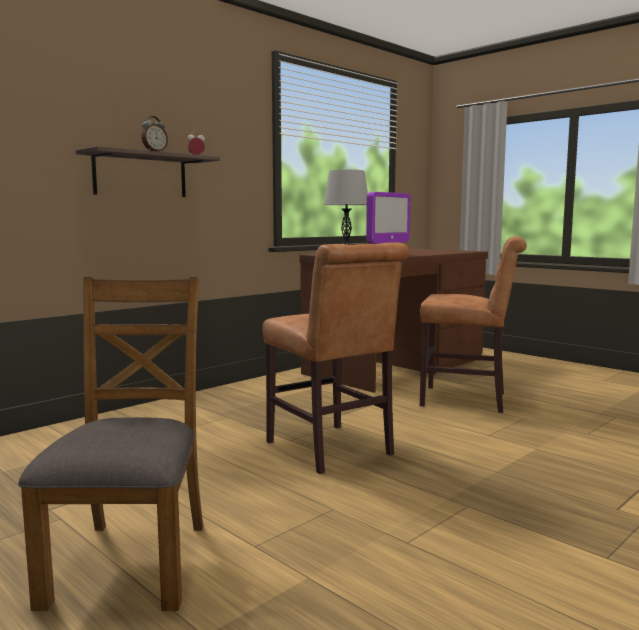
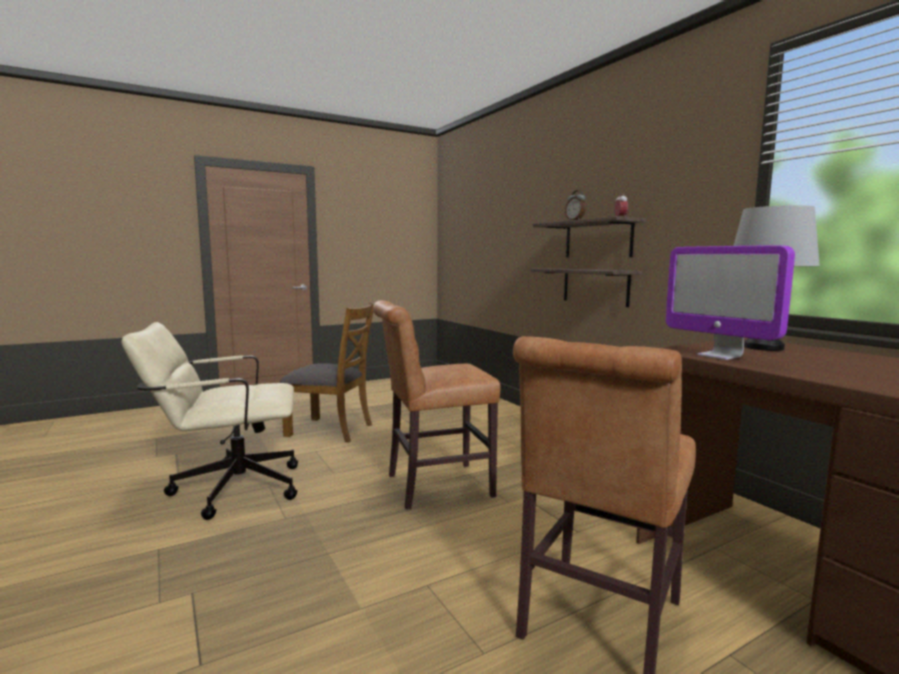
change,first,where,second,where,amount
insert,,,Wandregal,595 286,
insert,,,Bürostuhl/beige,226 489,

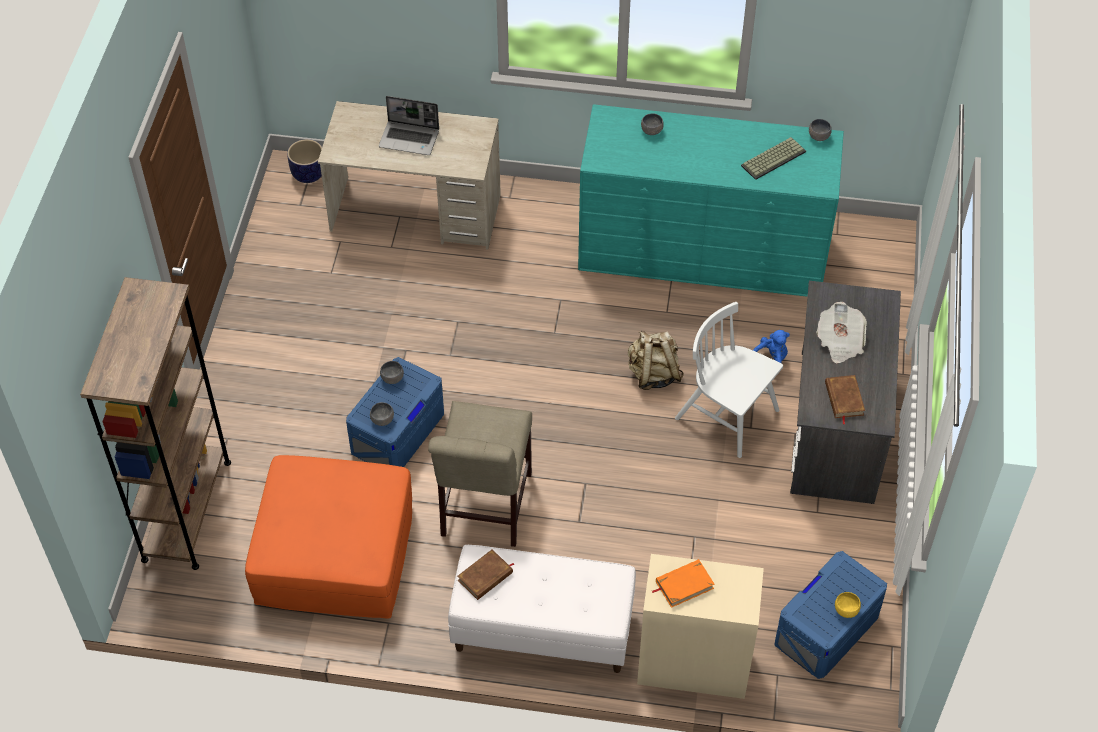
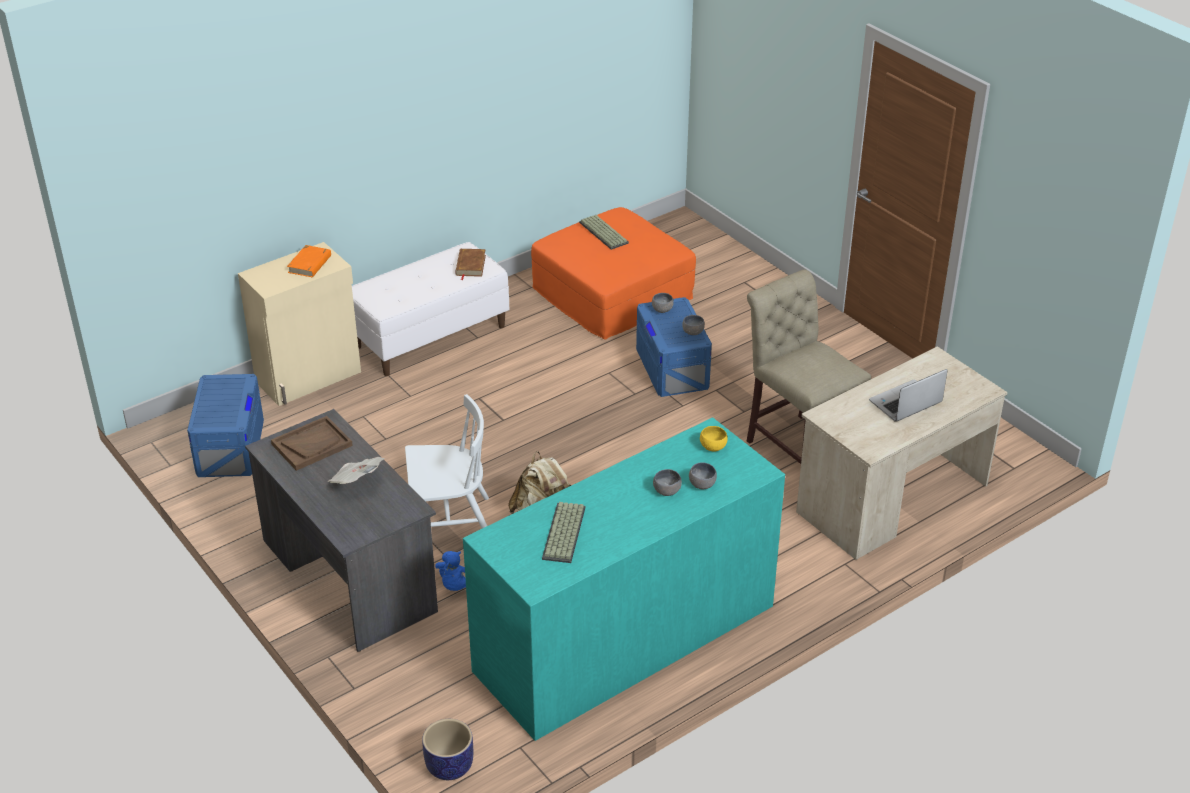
change,first,where,second,where,amount
move,Schüssel/grau,819 137,,666 492,
move,Pflanzkübel,308 174,,450 767,
delete,Bücherregal/braun,187 510,,,
replace,Buch/braun,843 399,Tablett/braun,312 445,
move,Stuhl/beige,484 510,,798 446,
move,Schüssel/gelb,845 610,,714 447,
insert,,,Tastatur,602 233,

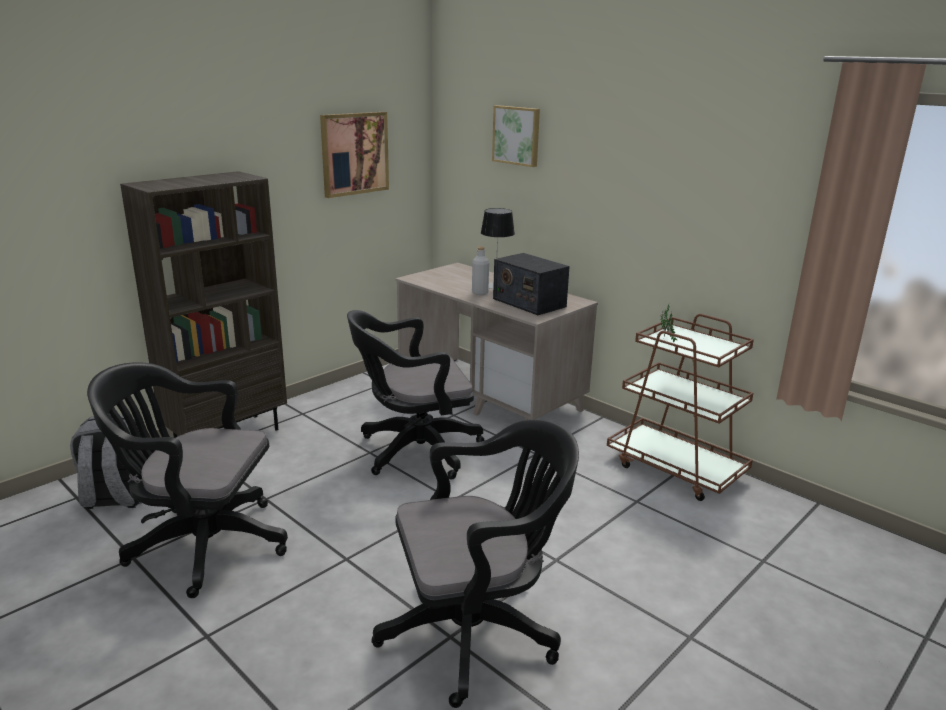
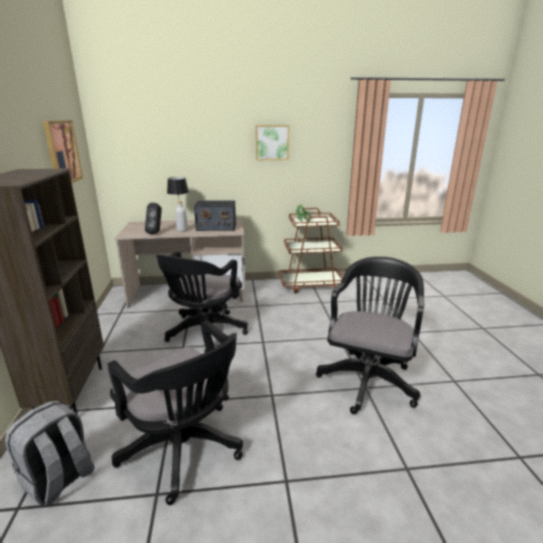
change,first,where,second,where,amount
move,Bild,517 135,,272 142,
rotate,Bürostuhl/schwarz,200 544,,185 451,90 degrees counterclockwise
insert,,,Lautsprecher/schwarz,156 232,

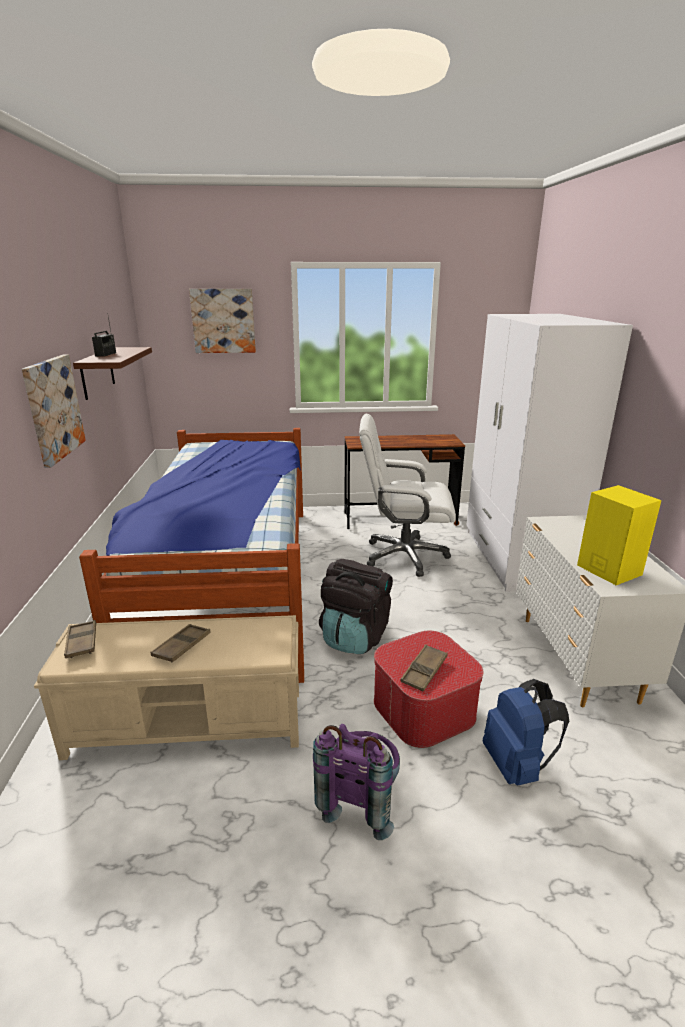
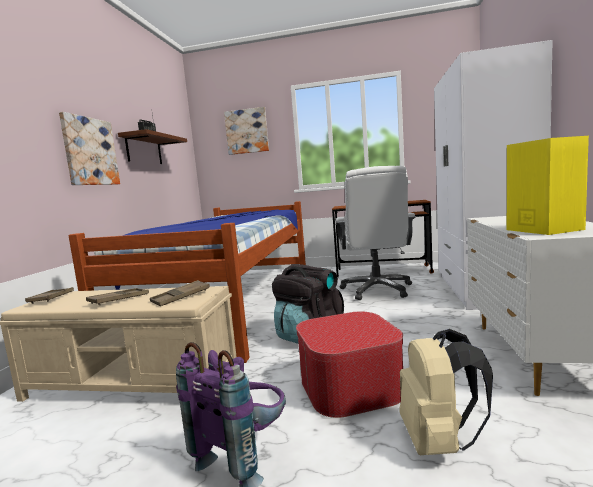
change,first,where,second,where,amount
rotate,Bürostuhl/weiß,404 555,,377 290,105 degrees counterclockwise
move,Tablett/braun,424 671,,181 297,
recolor,Rucksack/blau,517 765,Rucksack/beige,439 442,

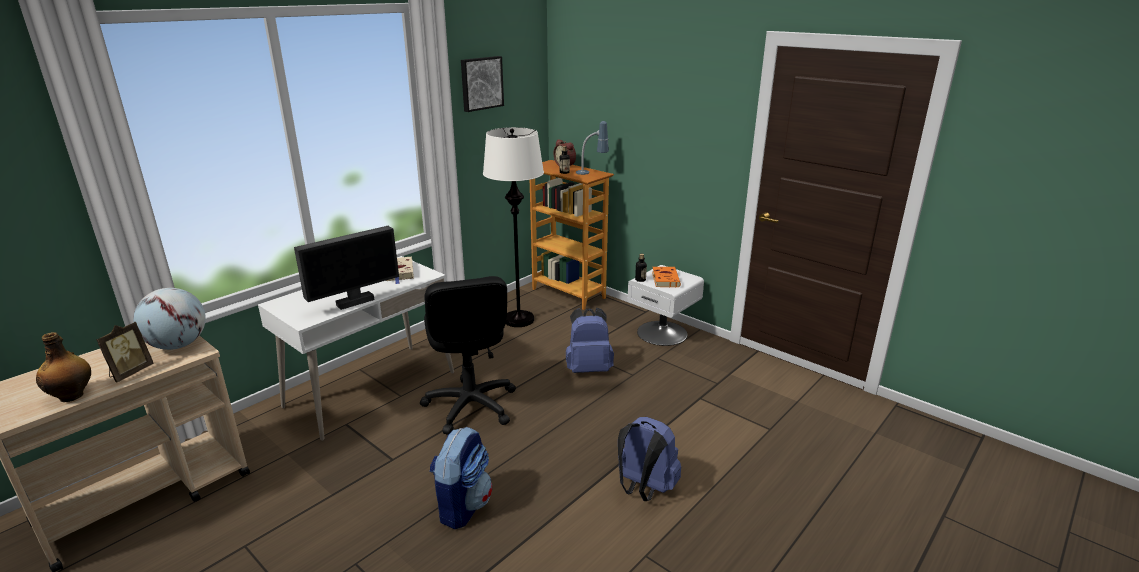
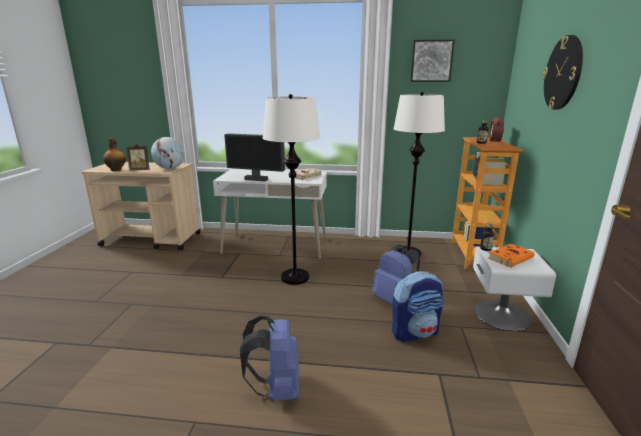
change,first,where,second,where,amount
delete,Tischlampe,591 173,,,
replace,Bürostuhl/schwarz,470 406,Stehlampe/weiß,294 277,
move,Rucksack,463 505,,415 332,
insert,,,Wanduhr,563 73,

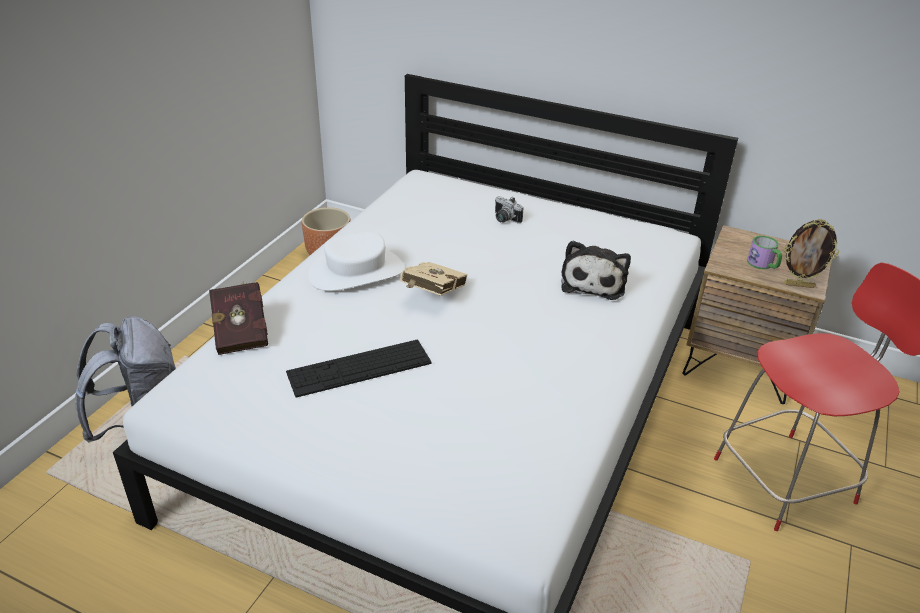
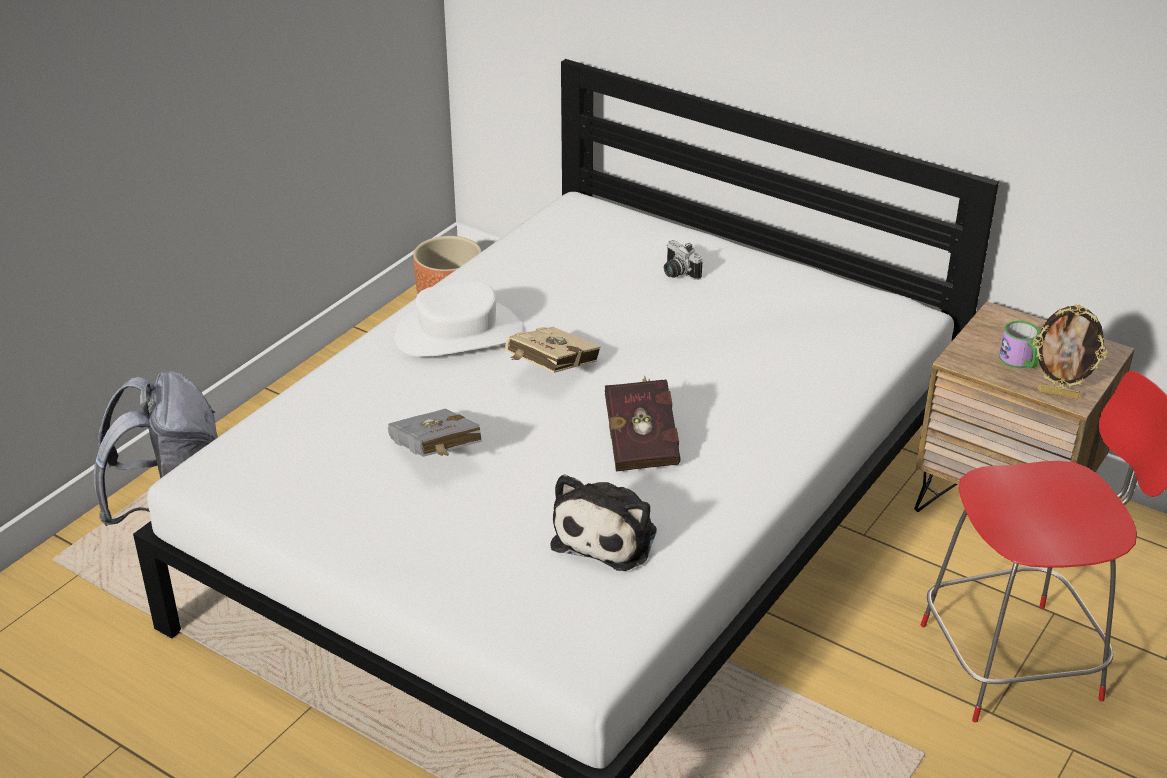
change,first,where,second,where,amount
move,Plüschtier,593 282,,608 536,
move,Buch/rot,242 331,,641 442,
replace,Tastatur,359 368,Buch/grau,436 456,

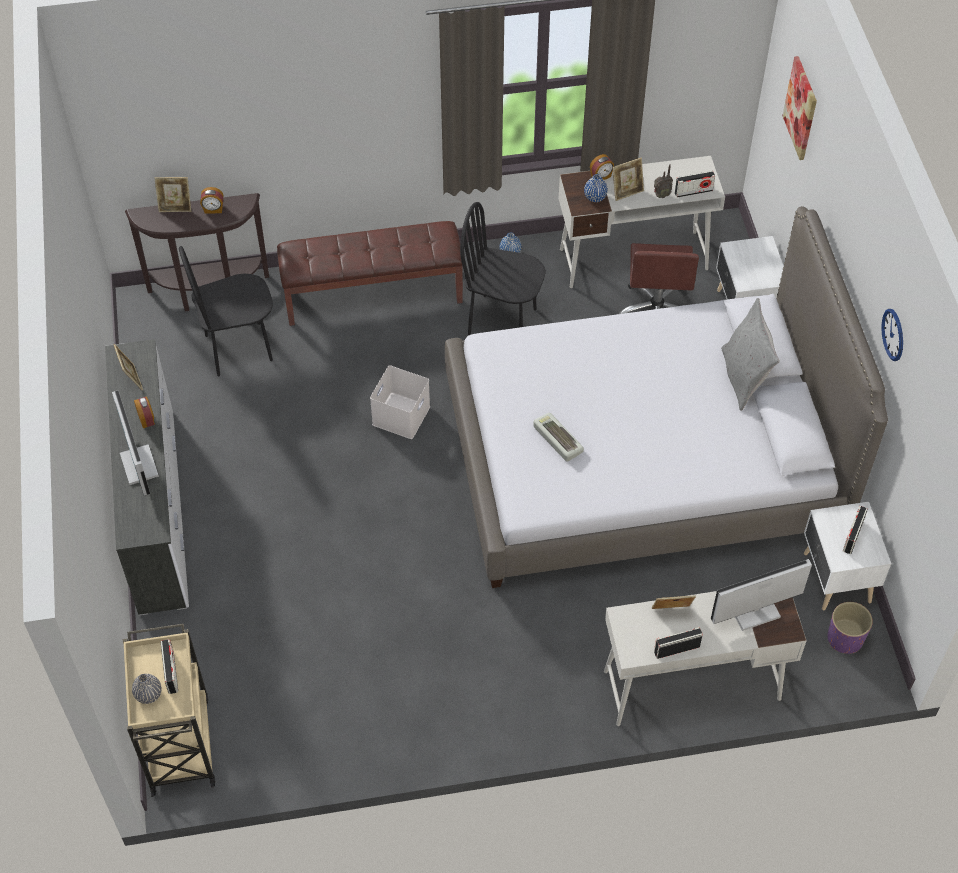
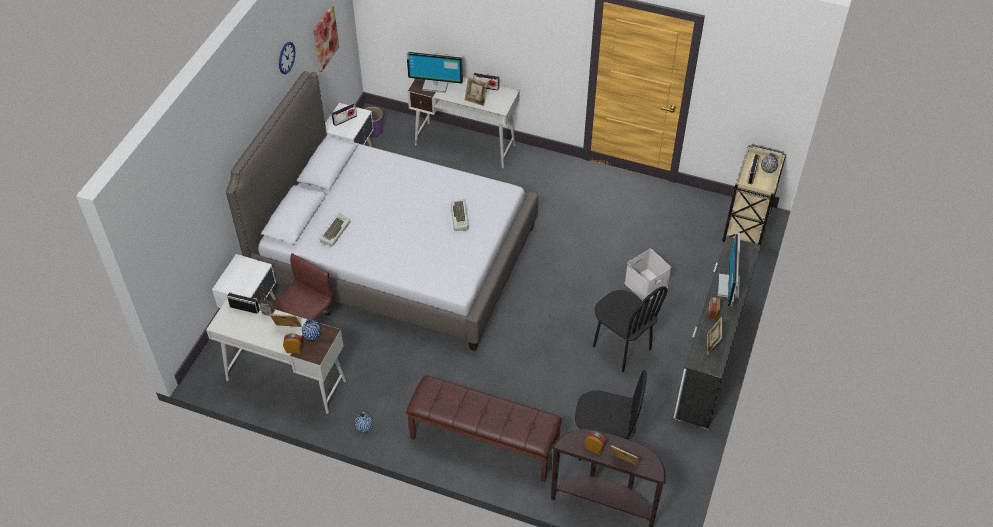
change,first,where,second,where,amount
move,Bild,801 108,,325 38,
move,Stuhl/schwarz,502 321,,621 348,
delete,Kissen/grau,744 377,,,
move,Aufbewahrungsbox/weiß,400 414,,646 286,
insert,,,Tastatur,334 231,

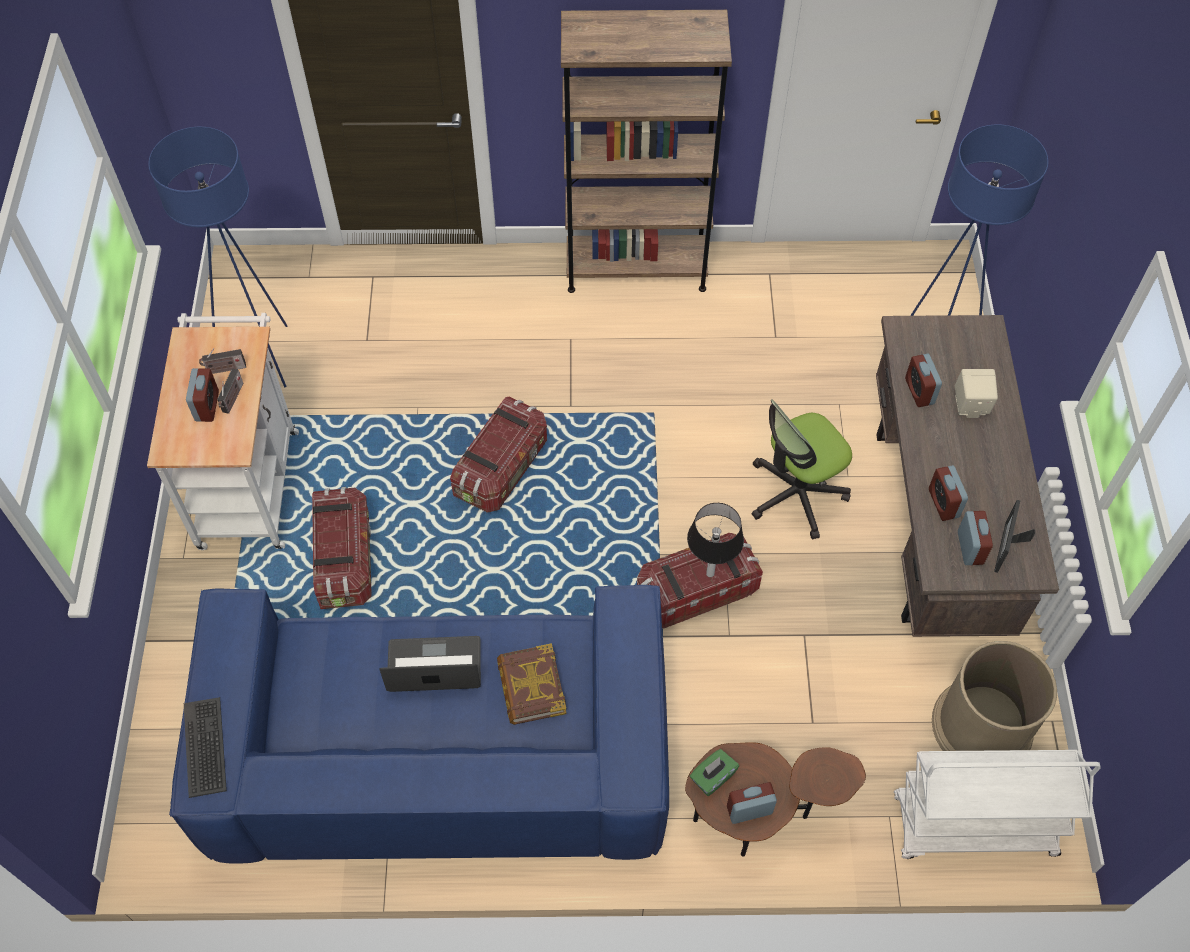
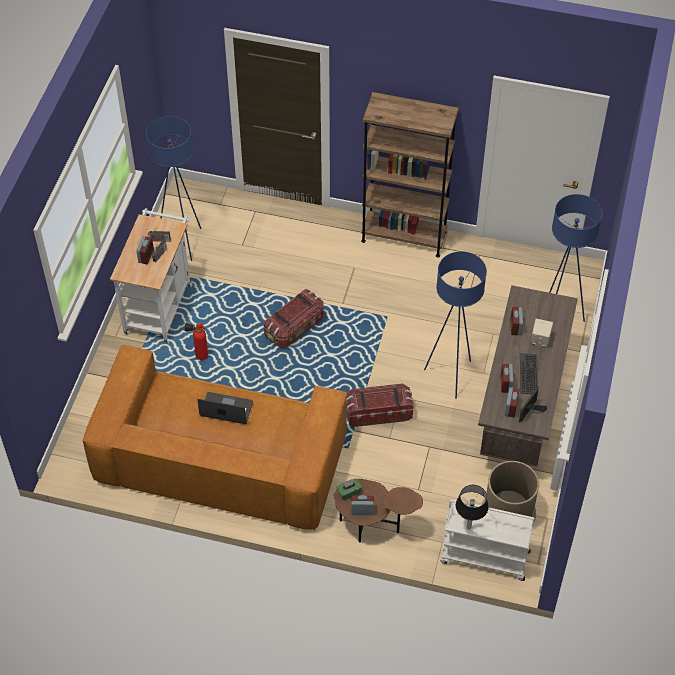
change,first,where,second,where,amount
replace,Bürostuhl,796 494,Stehlampe/blau,451 375,
replace,Aufbewahrungsbox,345 559,Feuerlöscher,199 355,
move,Tischlampe,709 573,,468 527,
recolor,Sofa/blau,439 752,Sofa/braun,220 459,
delete,Buch,531 687,,,
move,Tastatur,206 747,,529 374,

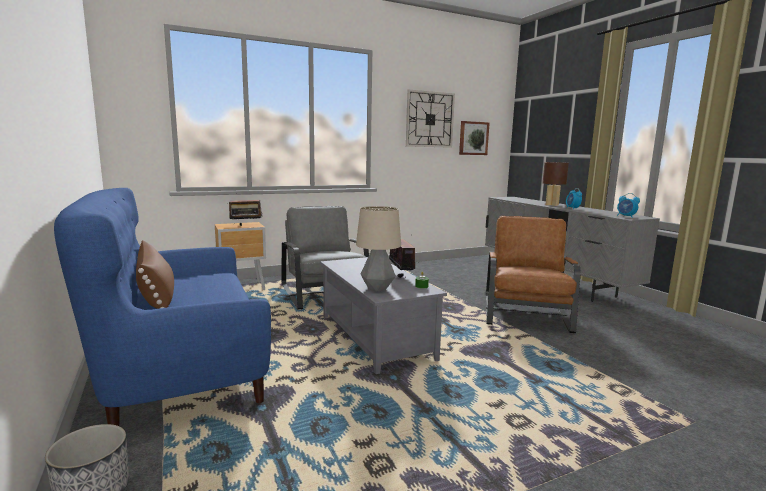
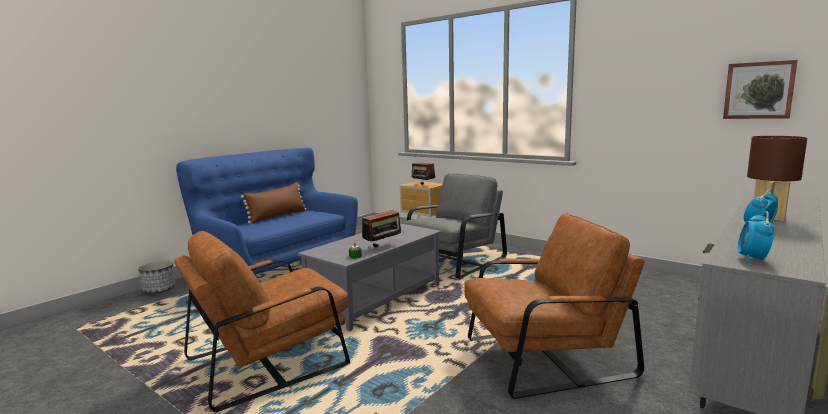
change,first,where,second,where,amount
delete,Wanduhr,429 119,,,
delete,Tischlampe,378 288,,,
insert,,,Sessel/braun,270 360,

